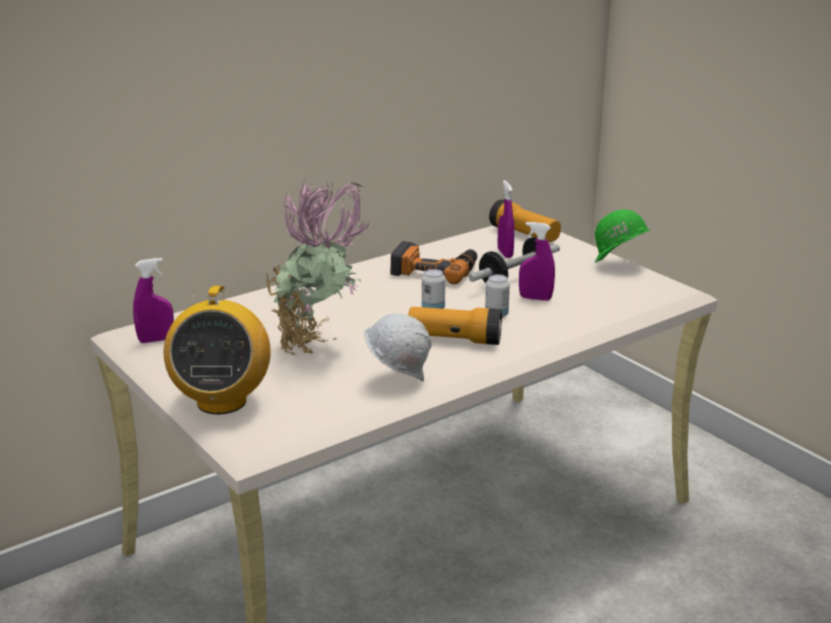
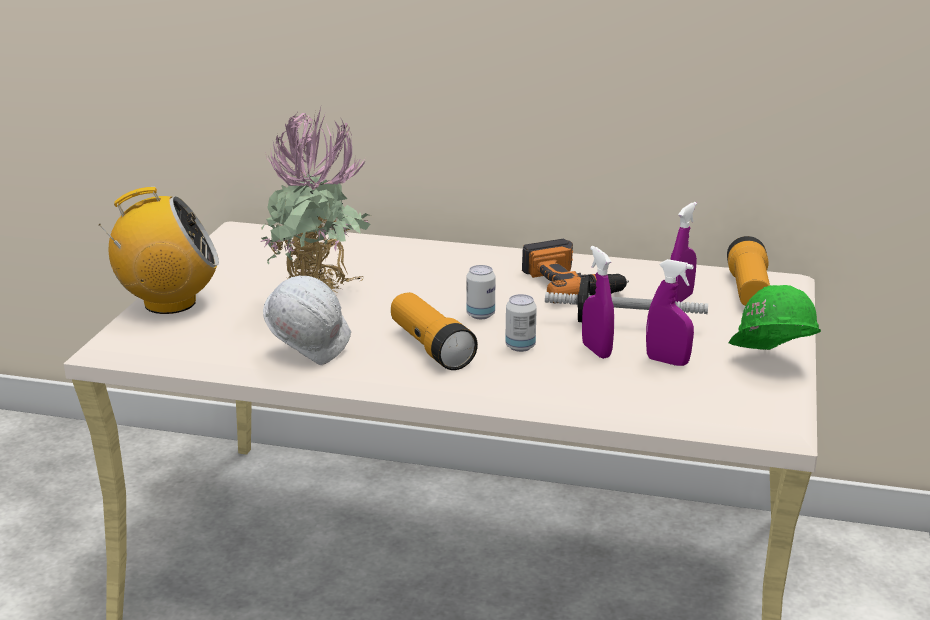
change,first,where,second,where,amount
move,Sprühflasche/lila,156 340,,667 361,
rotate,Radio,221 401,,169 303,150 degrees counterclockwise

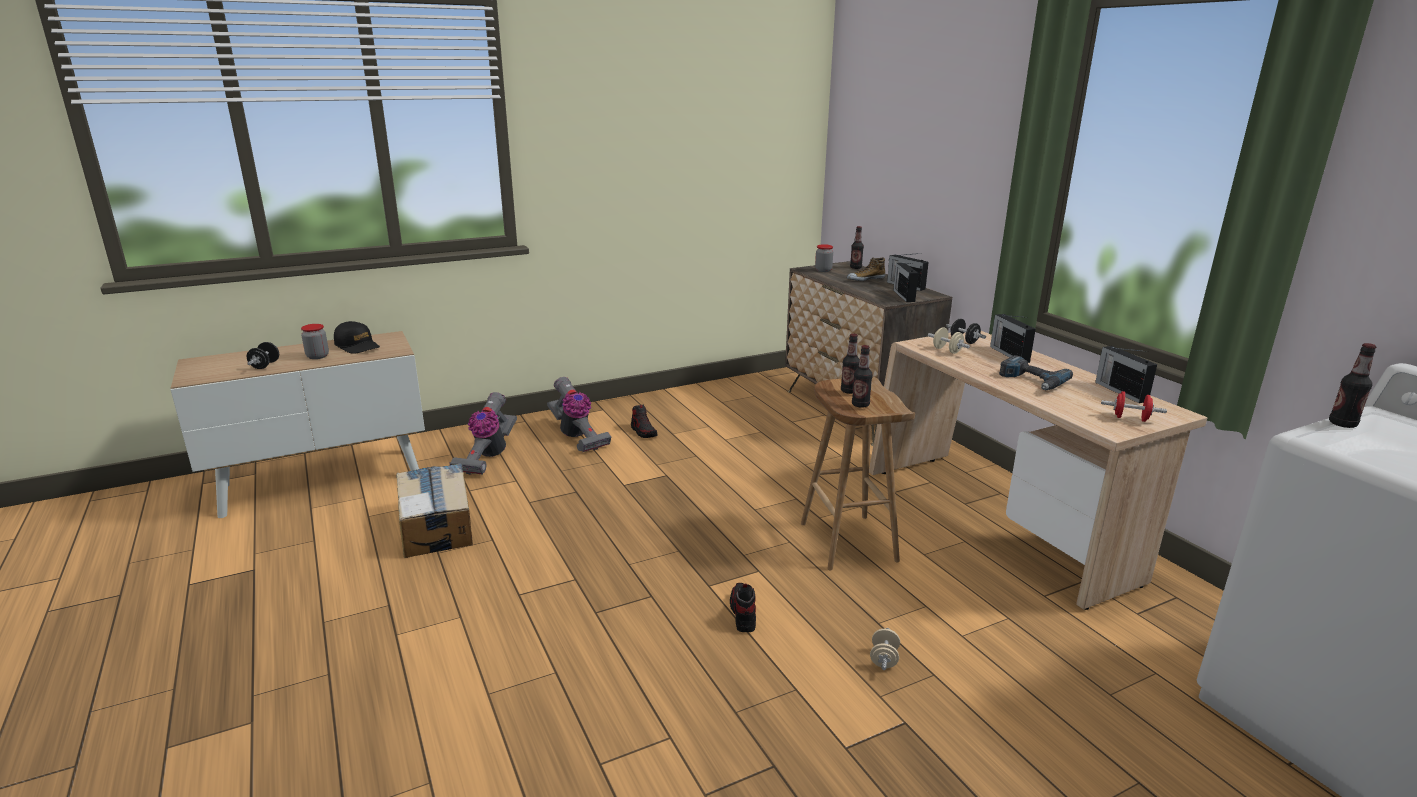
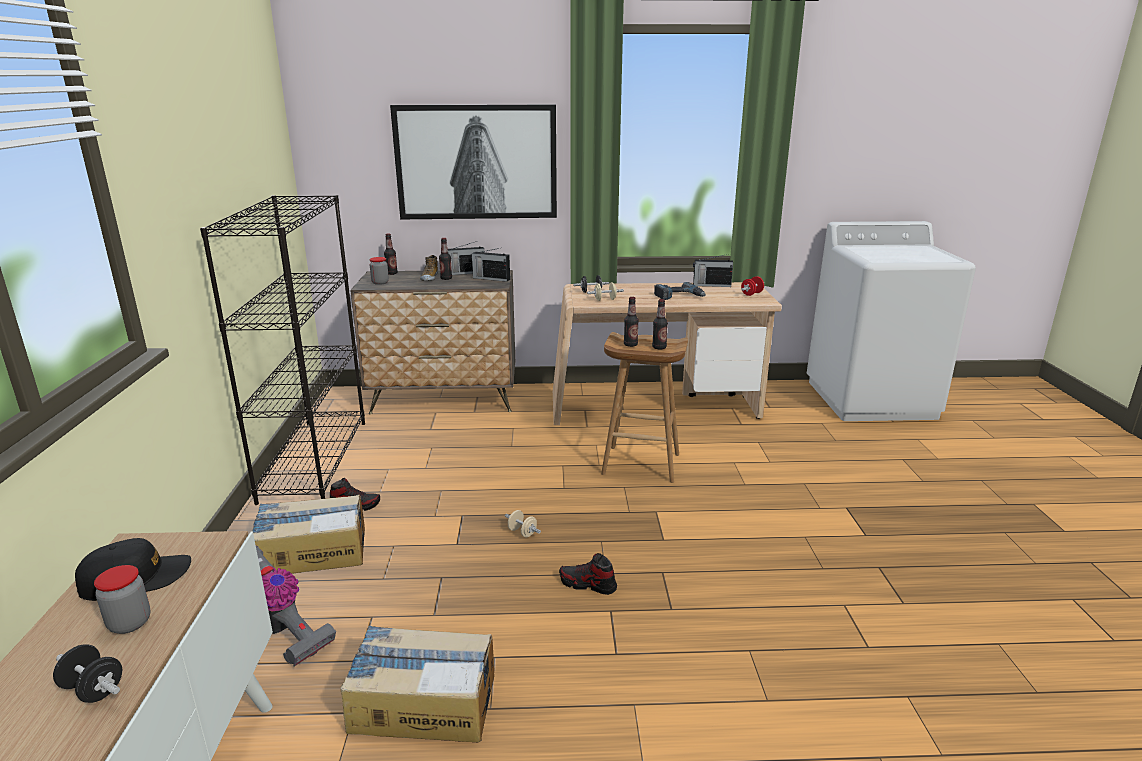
change,first,where,second,where,amount
delete,Radio,1009 354,,,
move,Flasche,1342 424,,446 278,
replace,Staubsauger,577 436,Karton,312 551,
move,Schuh,742 613,,587 584,
move,Hantel/beige,884 659,,522 532,
insert,,,Bild,476 162,
insert,,,Bücherregal/schwarz,315 459,

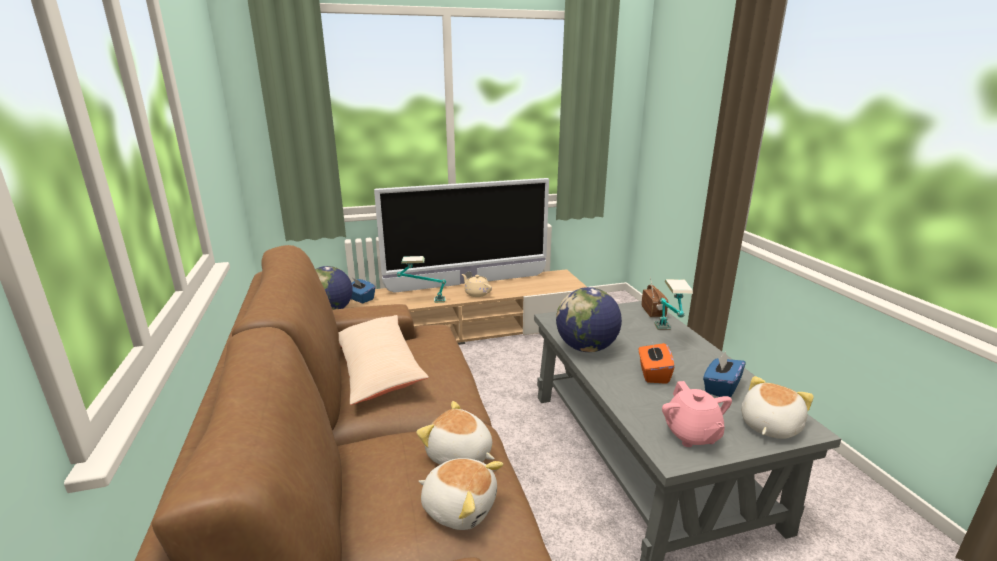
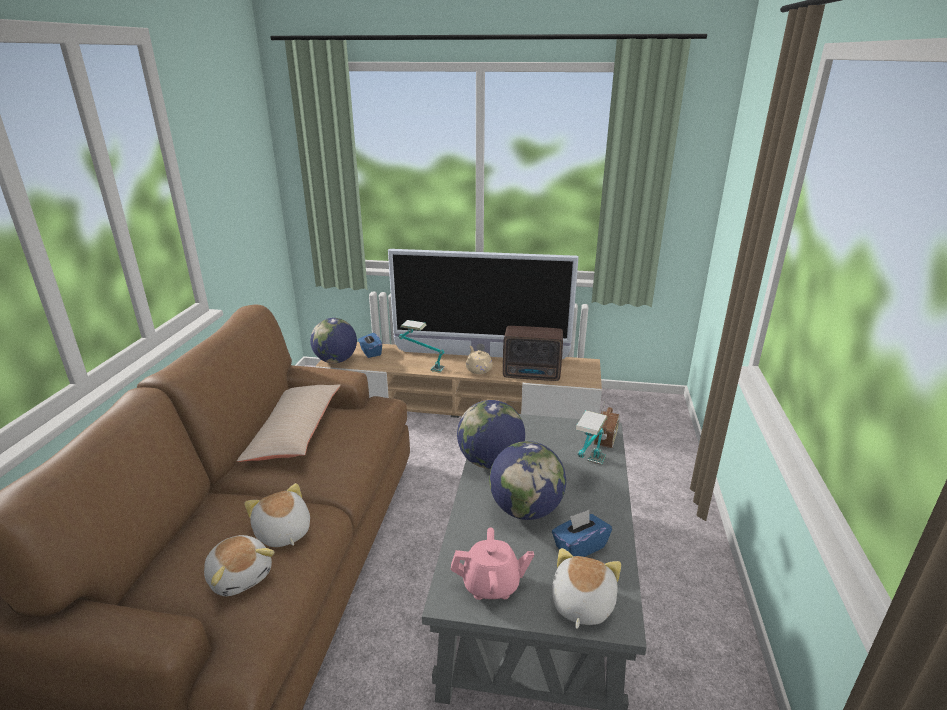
change,first,where,second,where,amount
replace,Taschentuchbox/orange,653 374,Globus,526 509,
rotate,Plüschtier,768 425,,581 604,45 degrees counterclockwise
rotate,Teekanne/rosa,692 435,,491 585,105 degrees counterclockwise
insert,,,Radio,533 375,

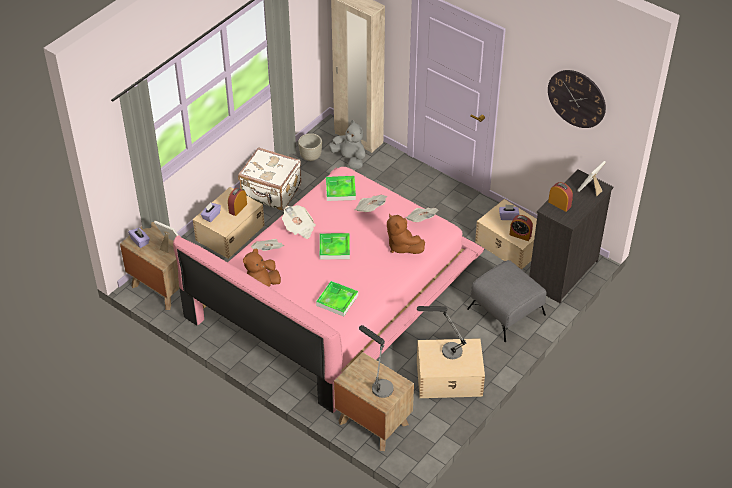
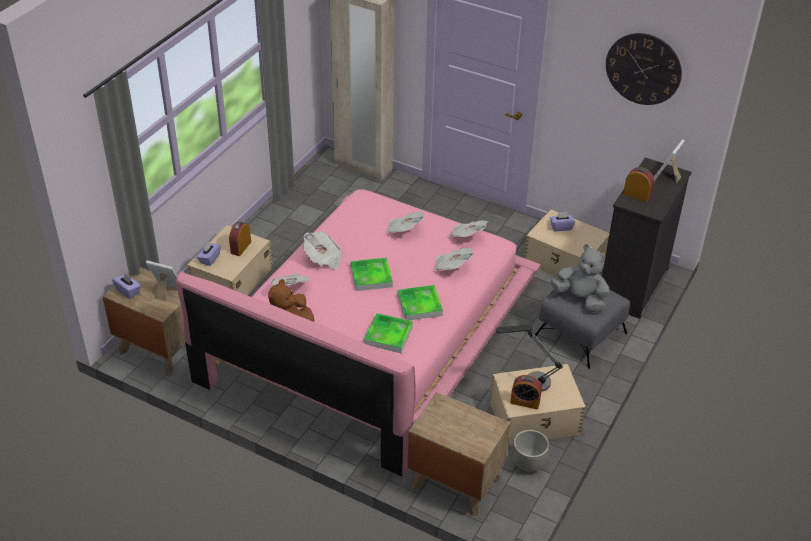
change,first,where,second,where,amount
move,Plüschtier/grau,349 159,,580 298,
move,Pflanzkübel/grau,310 157,,528 464,
delete,Koffer/weiß,271 192,,,
move,Tablett,340 190,,419 305,
replace,Plüschtier/braun,402 246,Zeitung,451 267,
move,Wecker,520 235,,525 402,
delete,Tischlampe,378 384,,,

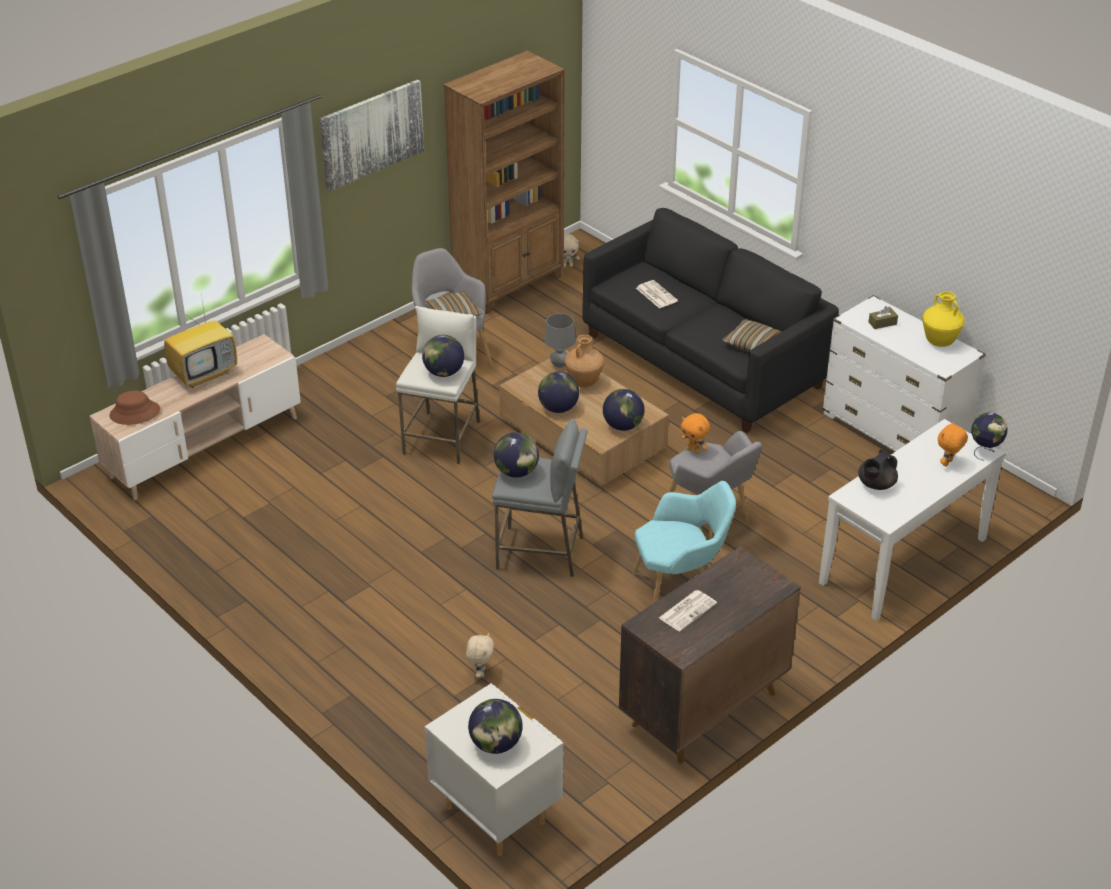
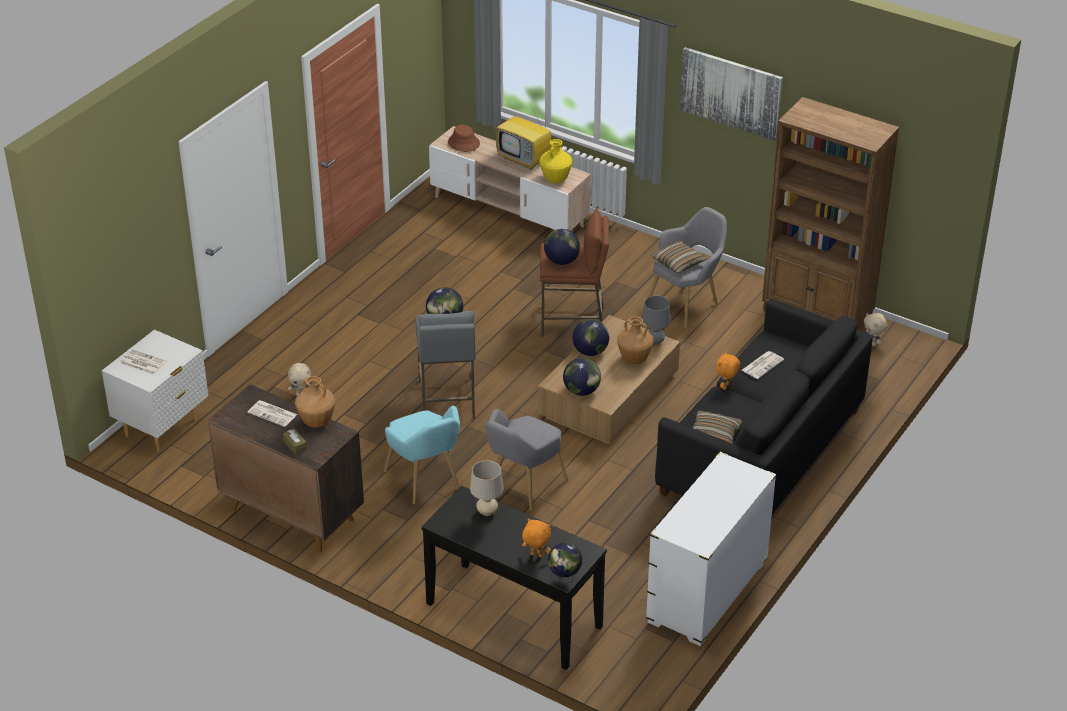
change,first,where,second,where,amount
move,Vase/gelb,939 342,,555 180,
recolor,Hocker/weiß,442 437,Hocker/braun,573 321,
move,Taschentuchbox/braun,882 323,,295 445,
move,Plüschtier/orange,694 450,,726 387,
recolor,Konsolentisch/weiß,904 561,Konsolentisch/schwarz,513 615,
replace,Teekanne/schwarz,876 485,Tischlampe/beige,487 512,
replace,Globus,495 744,Zeitung,142 362,
insert,,,Vase/braun,316 422,

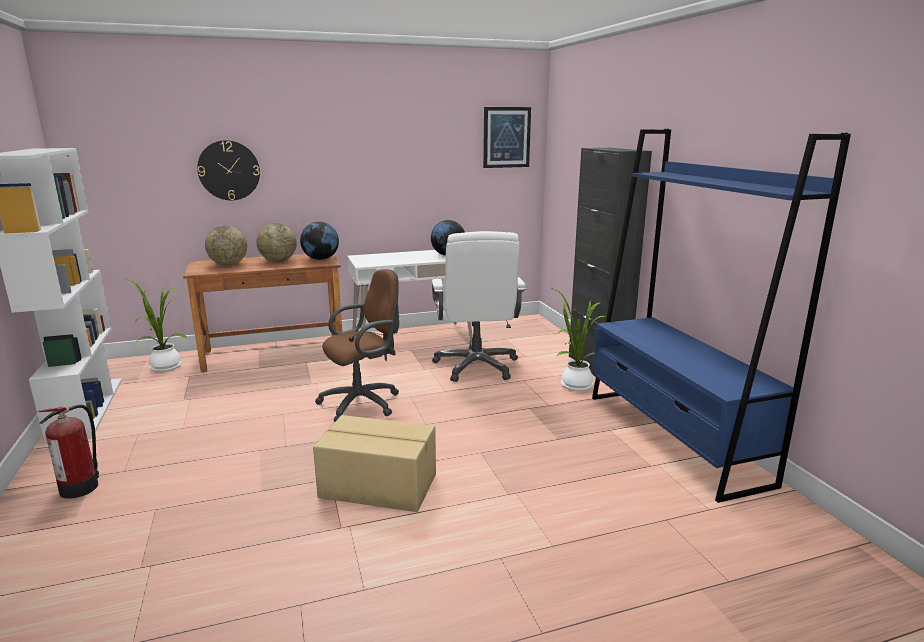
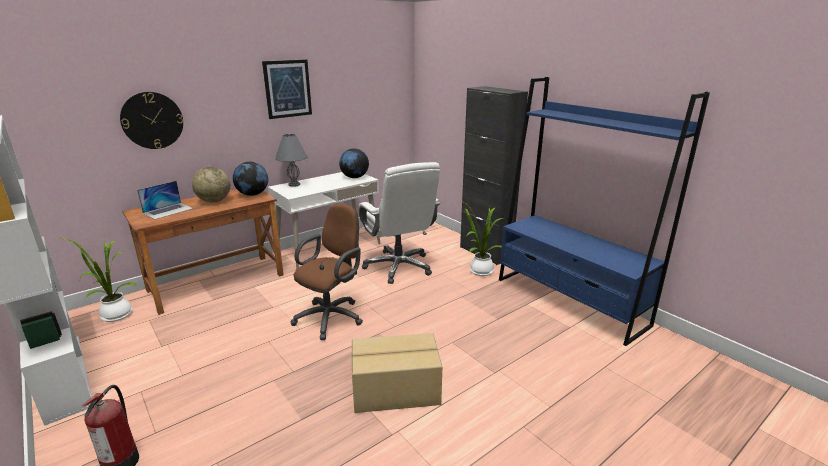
change,first,where,second,where,amount
move,Bild,506 137,,287 88,
replace,Globus,228 264,Laptop,168 210,
insert,,,Tischlampe/grau,294 184,

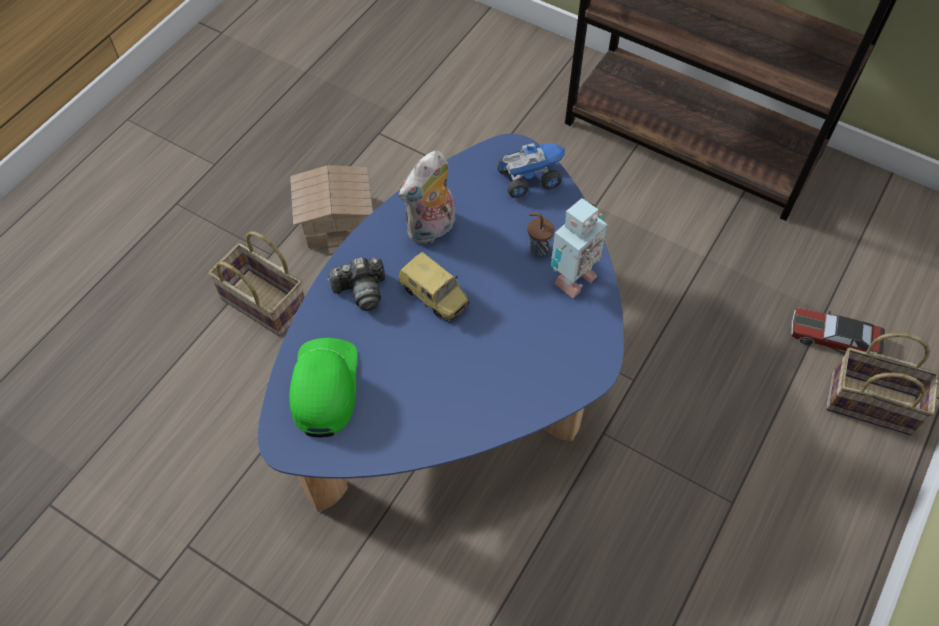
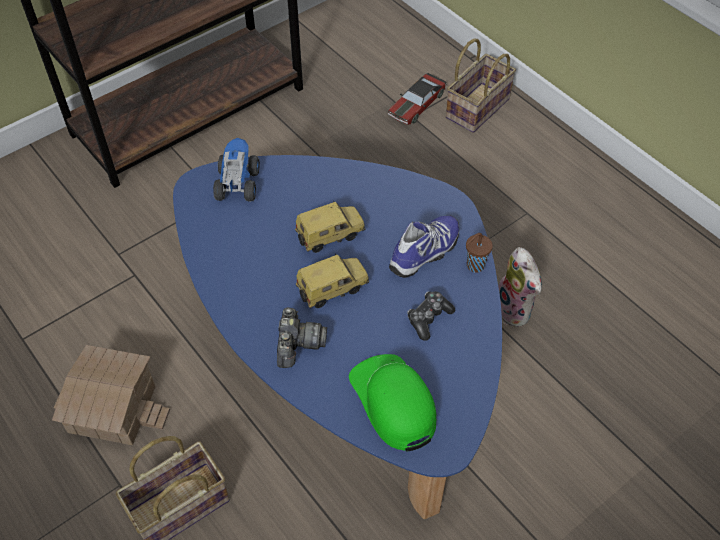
change,first,where,second,where,amount
move,Plüschtier,432 230,,515 310,
delete,Spielzeugroboter,571 279,,,
move,Tasse/braun,537 248,,474 266,
rotate,Kappe/grün,324 387,,393 402,45 degrees clockwise
insert,,,Spielzeugauto,329 235,
insert,,,Schuh,426 253,
insert,,,Gamepad,428 318,

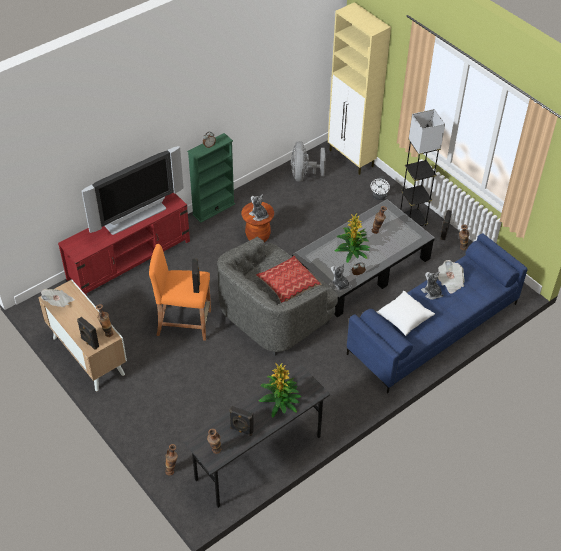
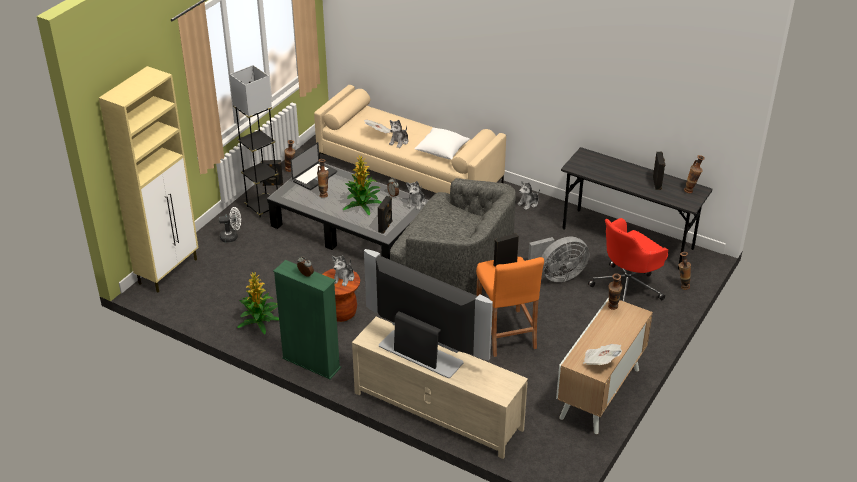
change,first,where,second,where,amount
move,Ventilator/grau,304 175,,558 275,
recolor,Fernsehschrank/rot,129 260,Fernsehschrank/beige,437 411,
recolor,Sofa/blau,433 329,Sofa/beige,410 171,
delete,Kissen,288 284,,,
move,Lautsprecher/schwarz,89 342,,386 227,
move,Topfpflanze,279 402,,259 321,
insert,,,Laptop,315 177,
insert,,,Plüschtier,528 203,
insert,,,Bürostuhl/rot,628 286,

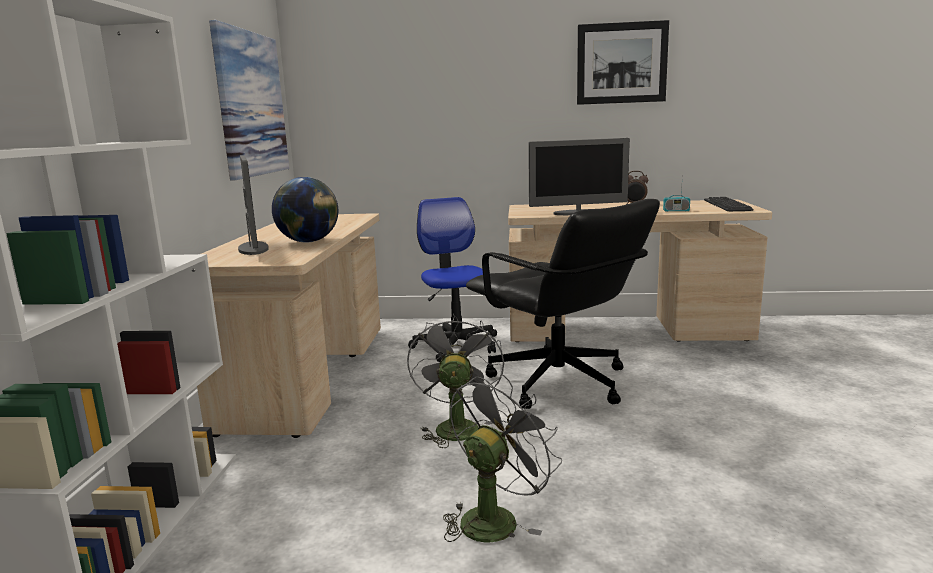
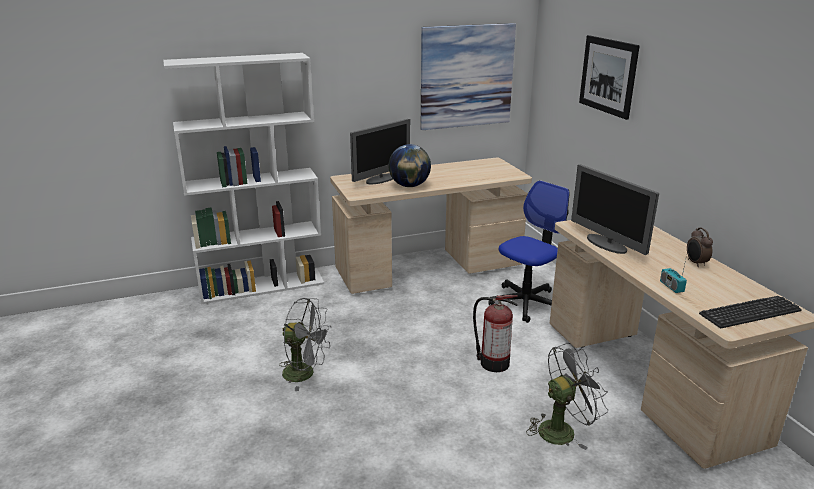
change,first,where,second,where,amount
move,Bild,621 63,,608 76,
replace,Bürostuhl/schwarz,559 383,Feuerlöscher,492 363,
move,Ventilator/grau,455 426,,562 429,

